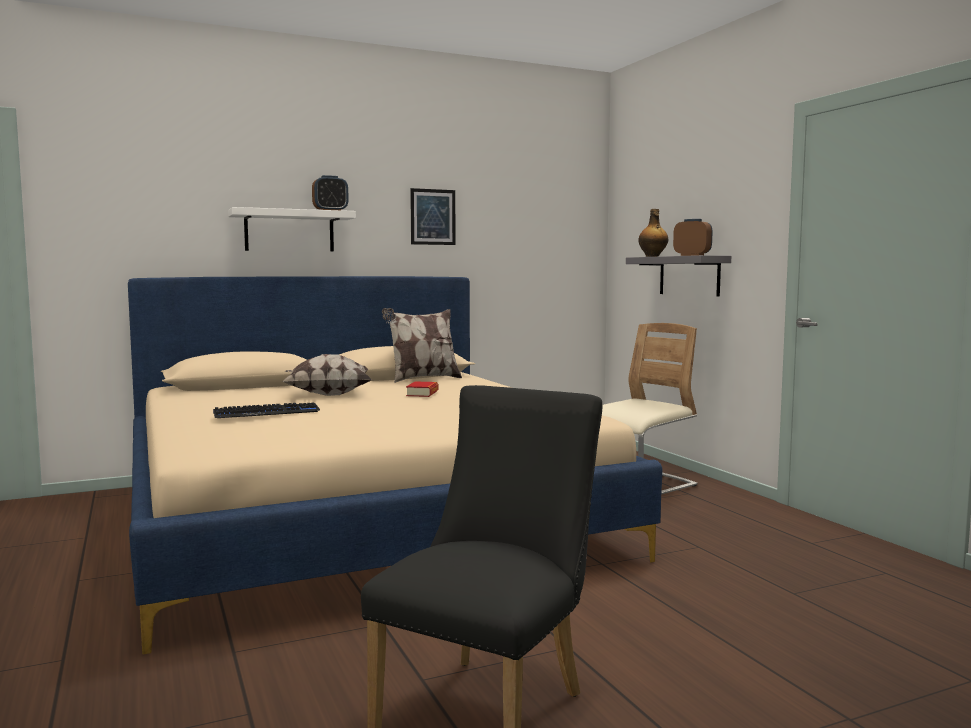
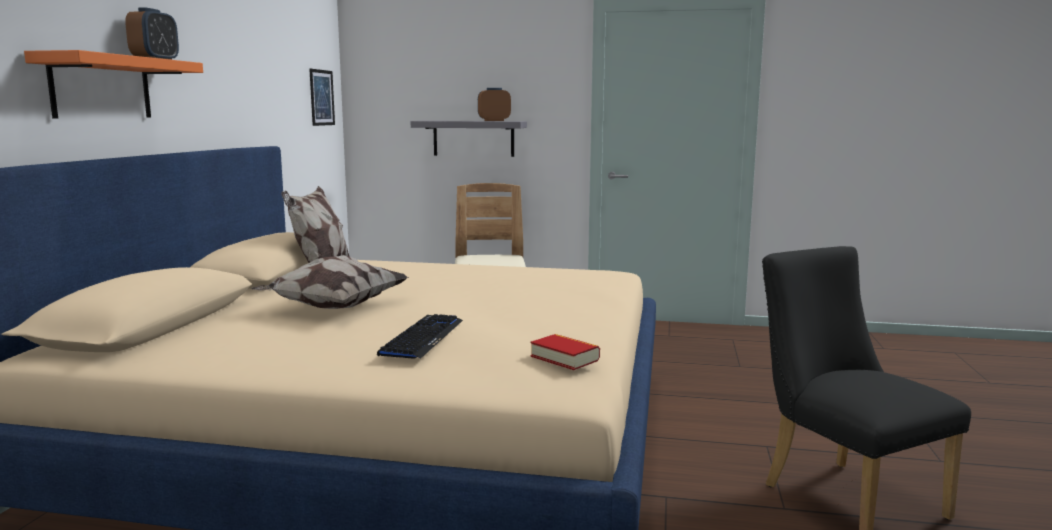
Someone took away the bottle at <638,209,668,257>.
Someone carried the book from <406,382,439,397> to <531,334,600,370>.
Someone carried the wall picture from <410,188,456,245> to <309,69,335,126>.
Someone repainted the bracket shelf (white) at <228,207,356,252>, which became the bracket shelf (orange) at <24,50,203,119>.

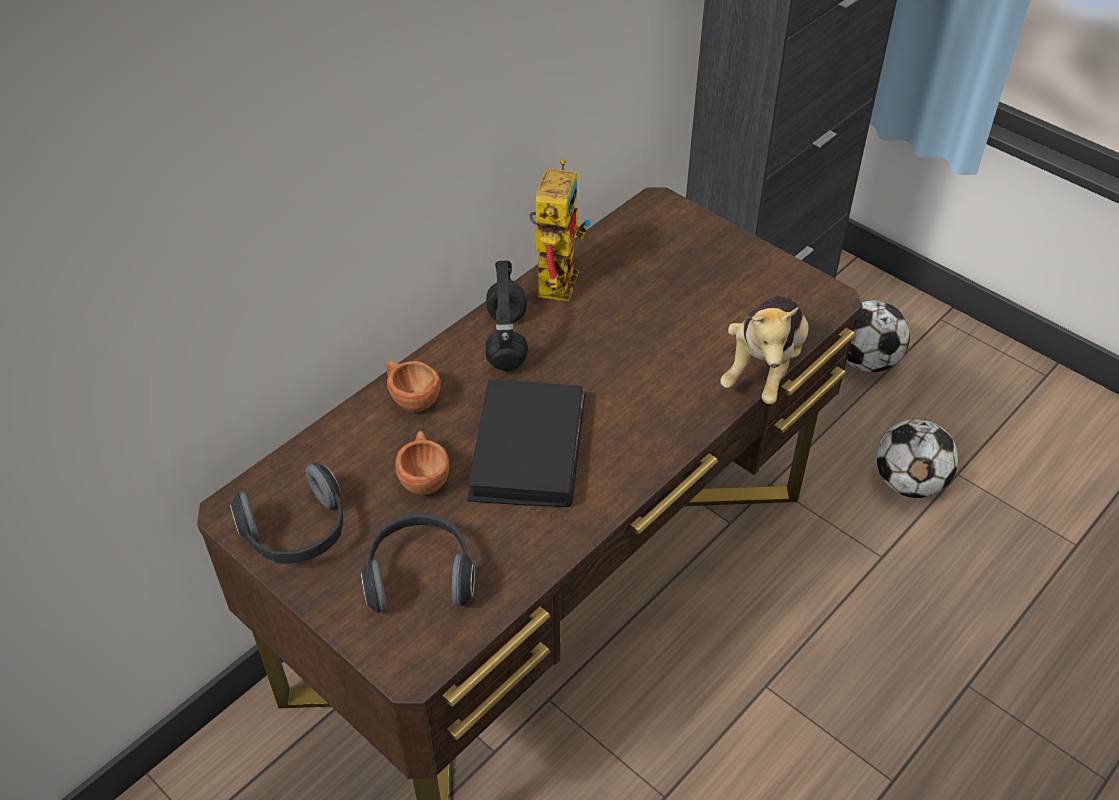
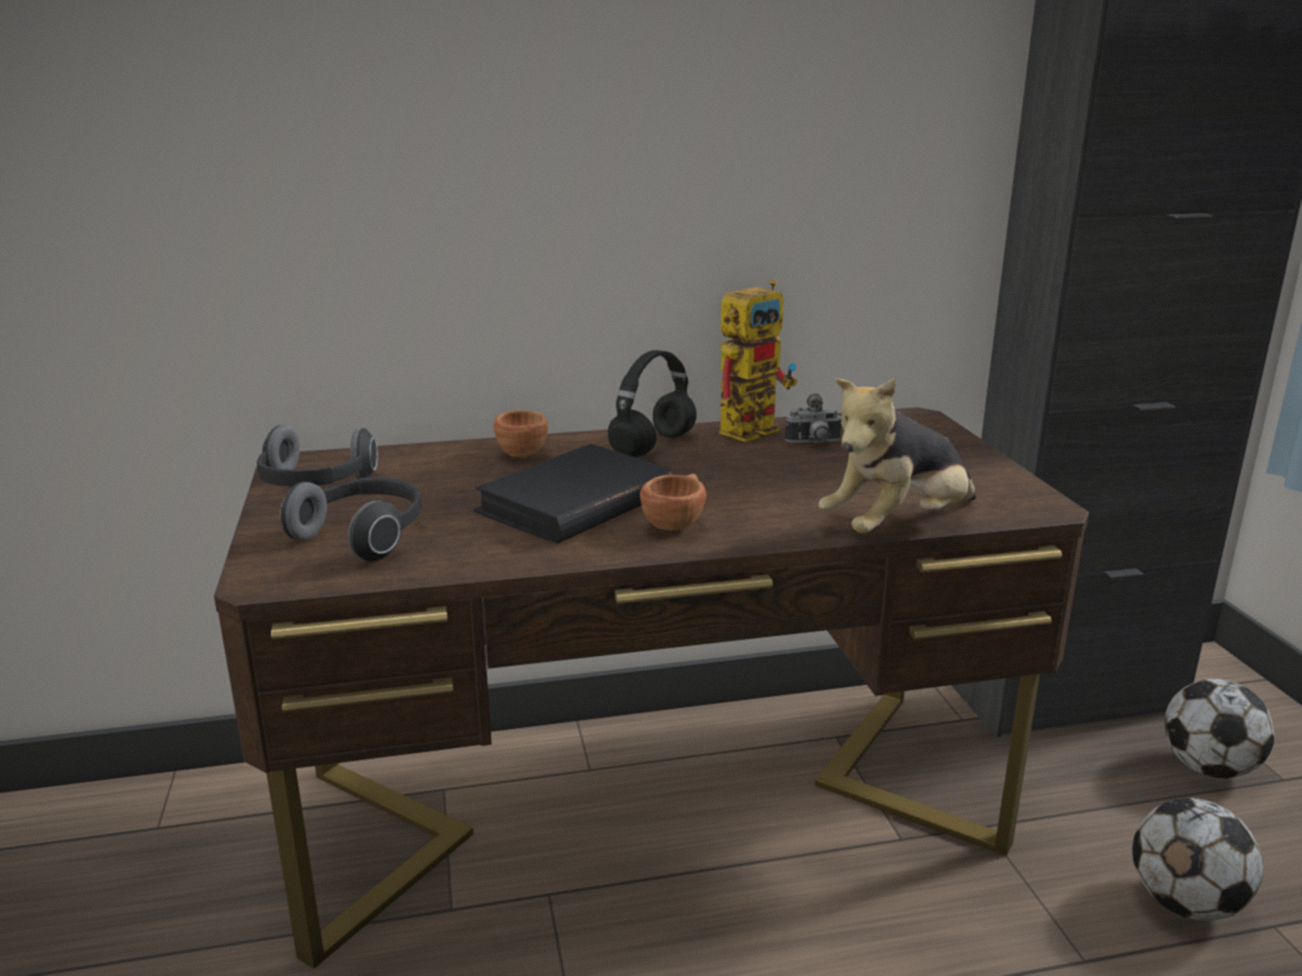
Someone put down the still camera at <785,394,842,443>.
Someone carried the small cup (brown) from <395,430,449,495> to <640,474,706,531>.

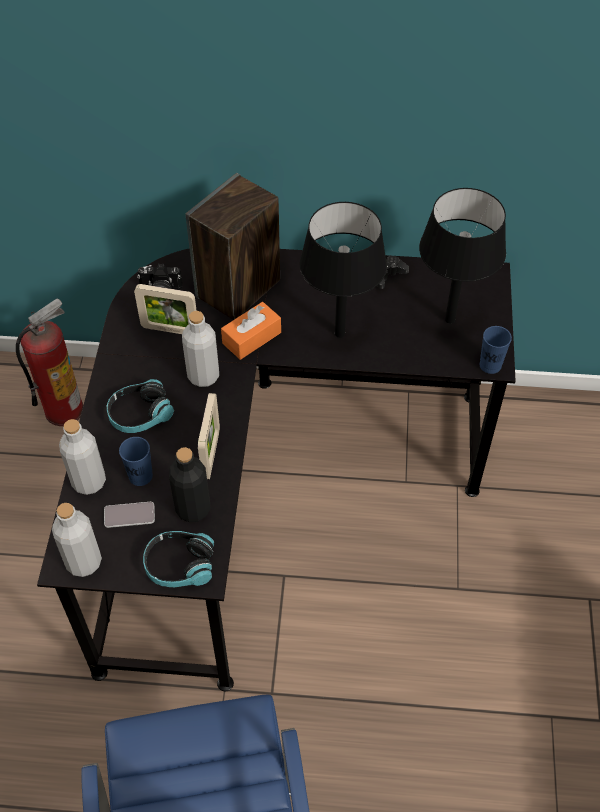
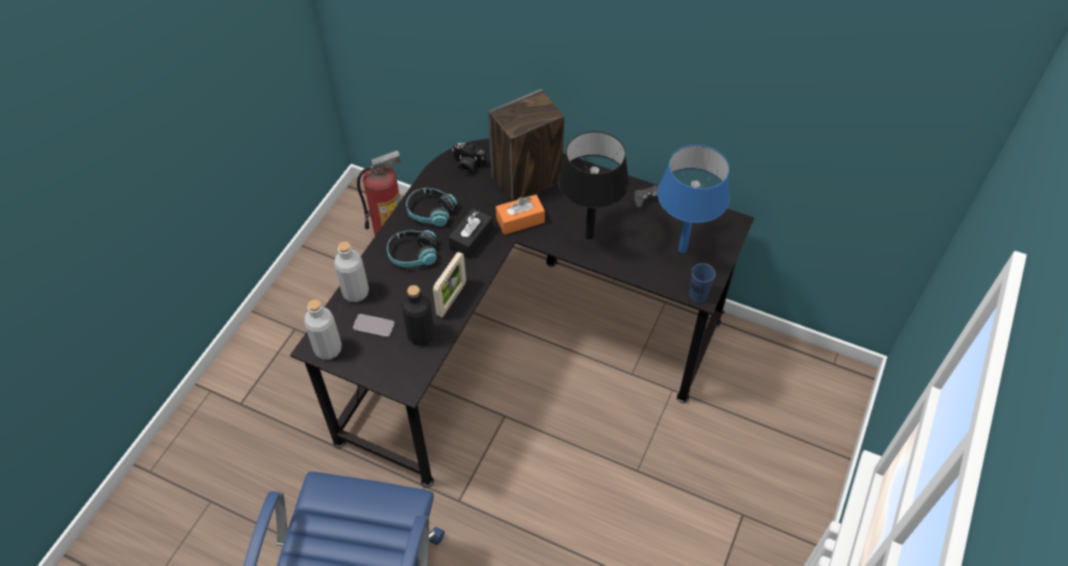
Someone took away the small cup (blue-coloured) at <119,437,153,486>.
Someone took away the photo frame at <134,284,197,334>.
Someone carried the pair of headphones from <143,531,214,587> to <406,188,457,227>.
Someone swapped the bottle (gray) at <182,311,219,387> for the tissue holder (black-coloured) at <448,208,493,258>.
Someone repainted the table lamp (black-coloured) at <419,188,506,324>, which became the table lamp (blue-coloured) at <657,145,730,253>.

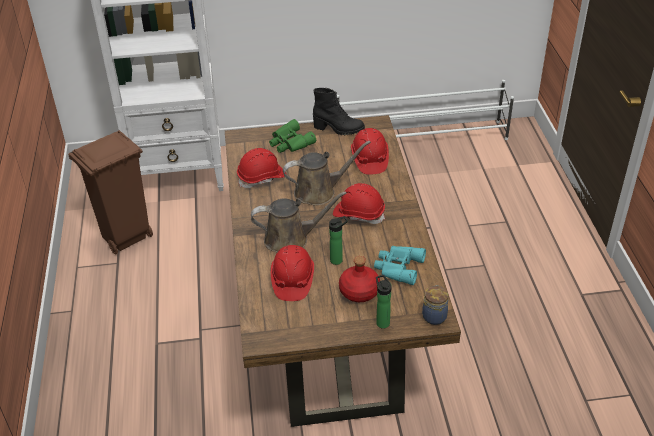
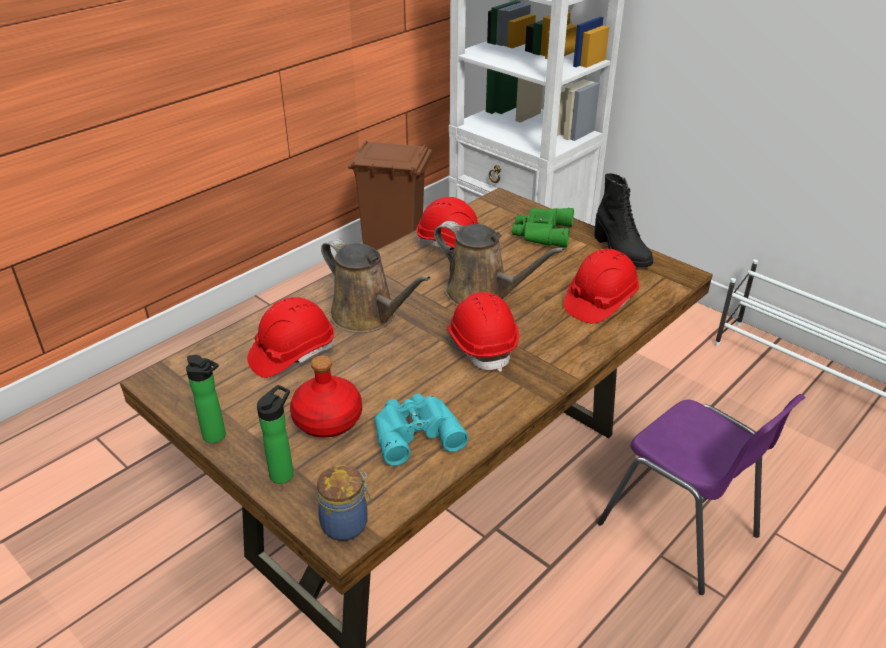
Someone put down the upright chair (purple) at <598,394,806,595>.
Someone carried the bottle from <329,216,348,265> to <186,355,226,443>.

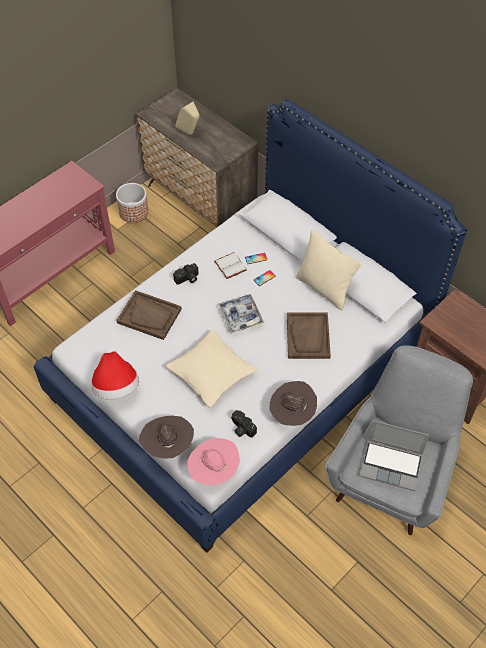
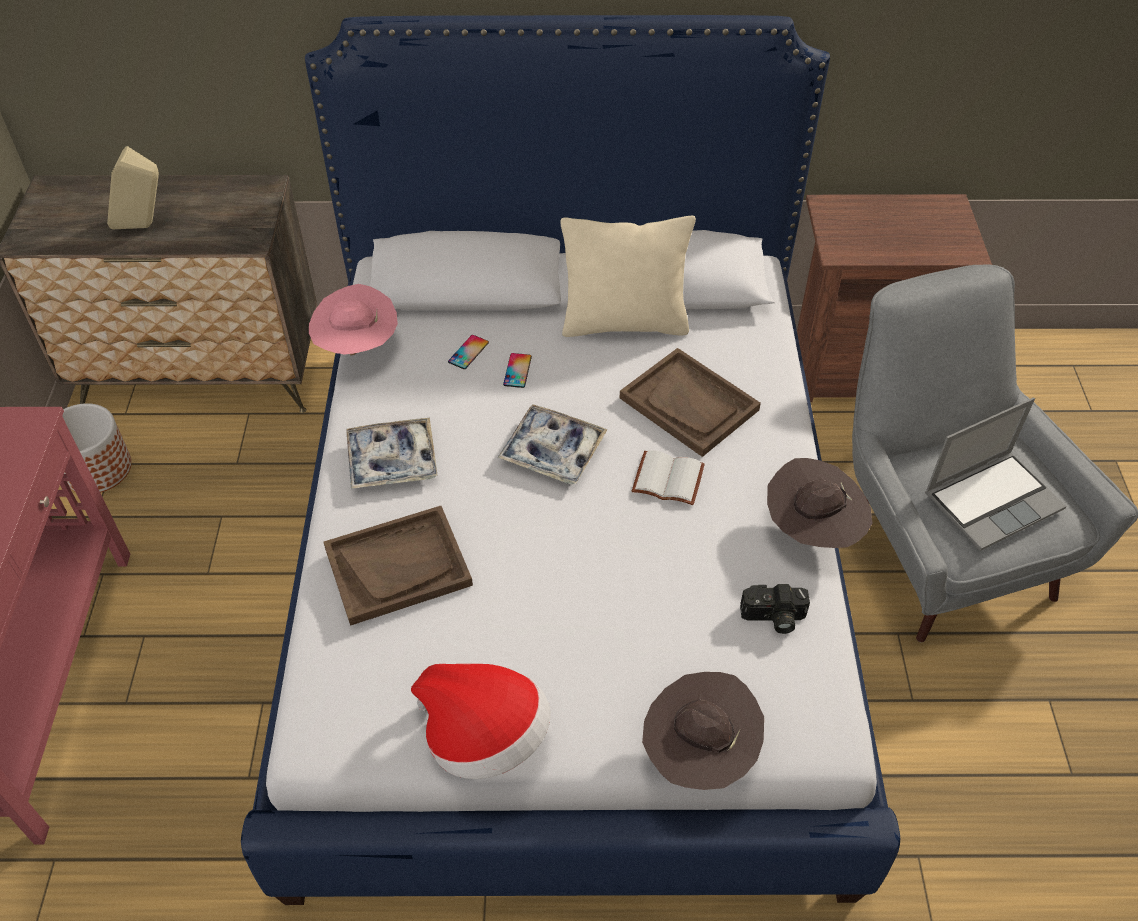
Someone took away the cushion (beige) at <166,330,258,408>.
Someone carried the wearable hat (pink-coloured) from <187,438,240,486> to <309,284,398,355>.
Someone carried the book (white) from <214,252,247,279> to <632,450,705,505>.
Someone swapped the still camera at <173,263,199,284> for the tray at <346,418,438,489>.

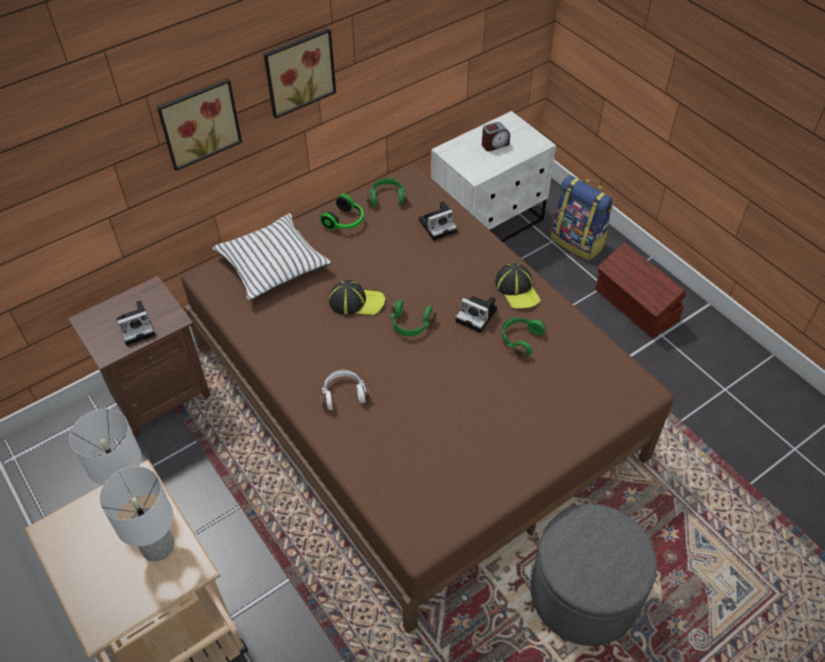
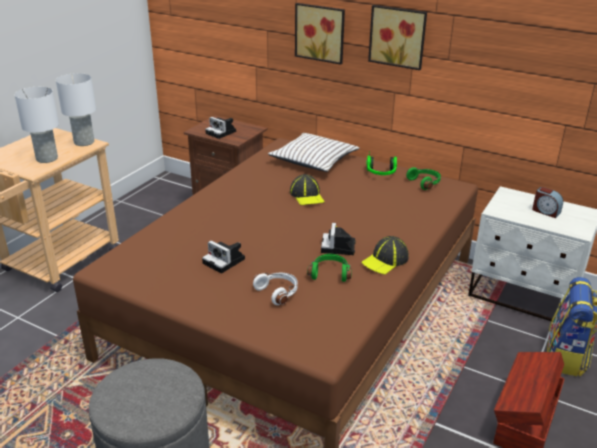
Someone took away the pair of headphones (green-coloured) at <390,300,436,336>.
Someone carried the pair of headphones (white) from <321,370,370,410> to <253,273,298,305>.
Someone carried the still camera from <419,201,457,241> to <202,240,245,274>.

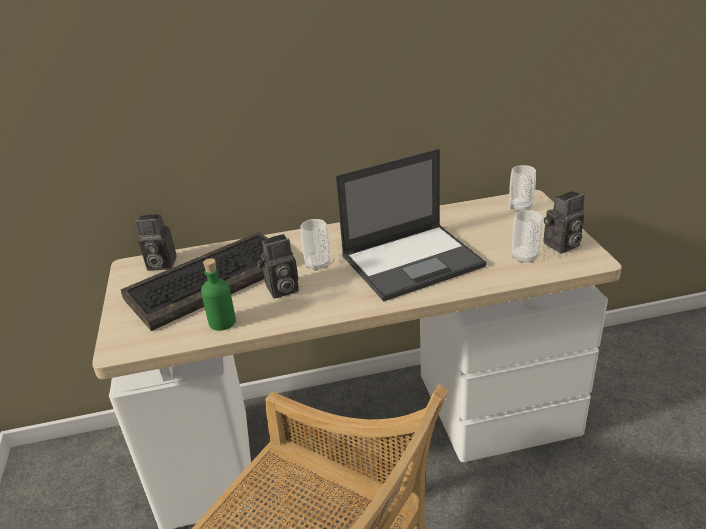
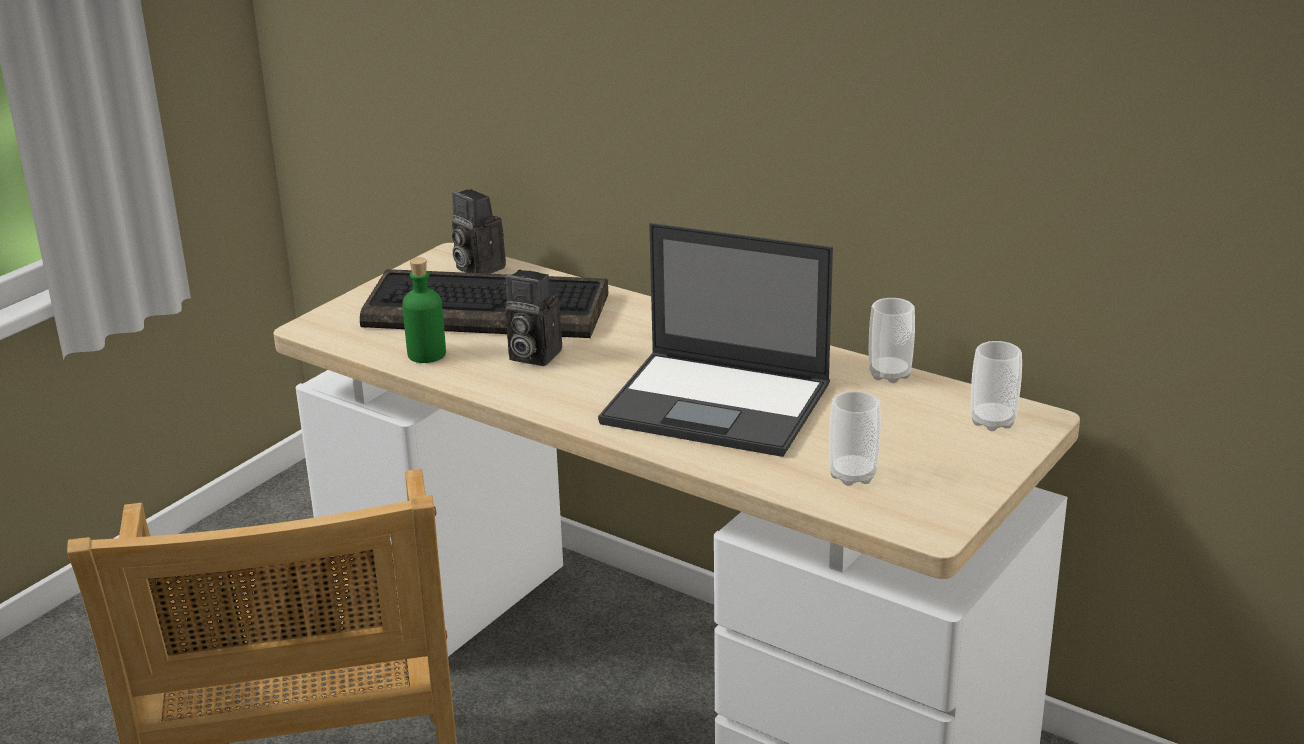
Someone took away the still camera at <543,191,585,253>.
Someone carried the small cup from <300,219,330,271> to <869,298,915,383>.

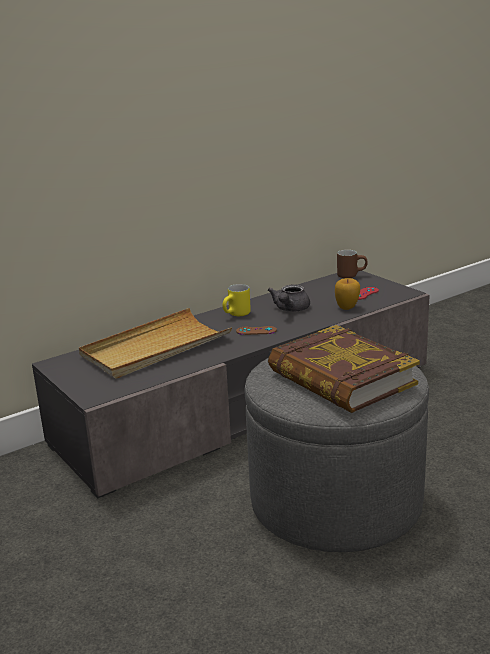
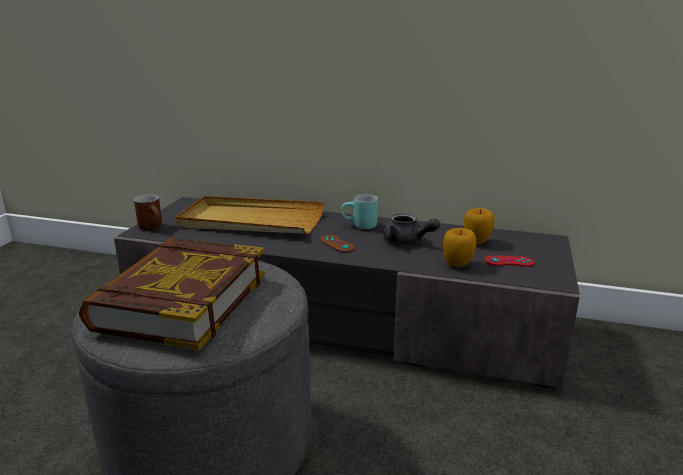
Someone put down the whole apple at <464,208,495,245>.
Someone carried the mug (brown) from <337,250,368,278> to <134,195,162,230>.
Someone repainted the mug (yellow-coloured) at <222,284,251,316>, which became the mug (blue-green) at <341,194,378,229>.
Someone rotated the pot for tea (gray) at <268,285,310,312> by 120 degrees counterclockwise.

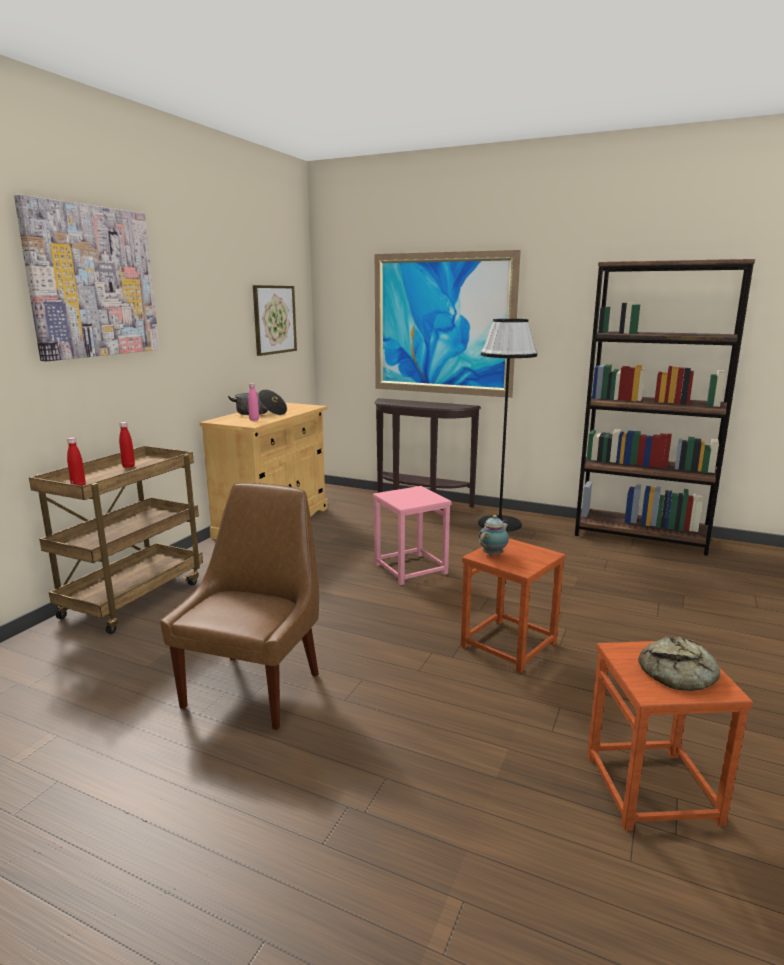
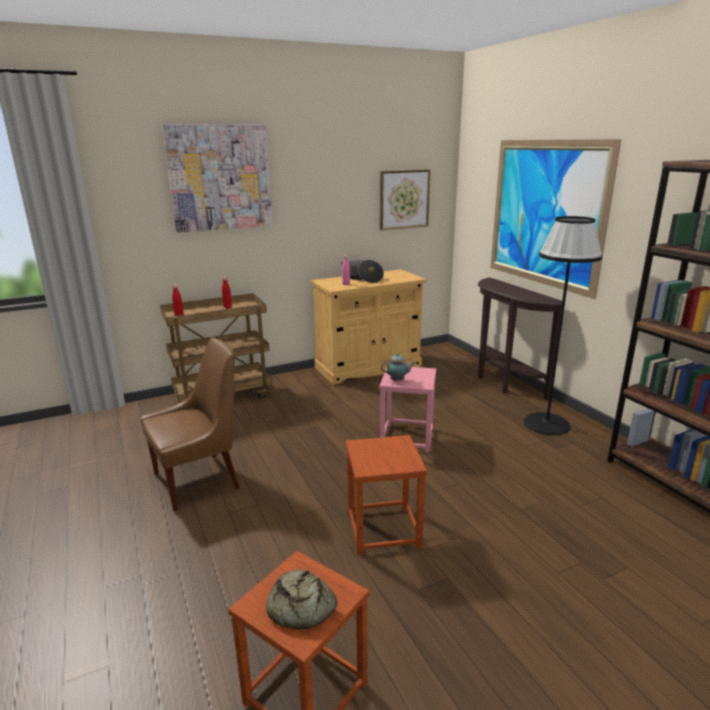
Someone carried the pot for tea from <479,515,509,556> to <381,353,415,381>.

